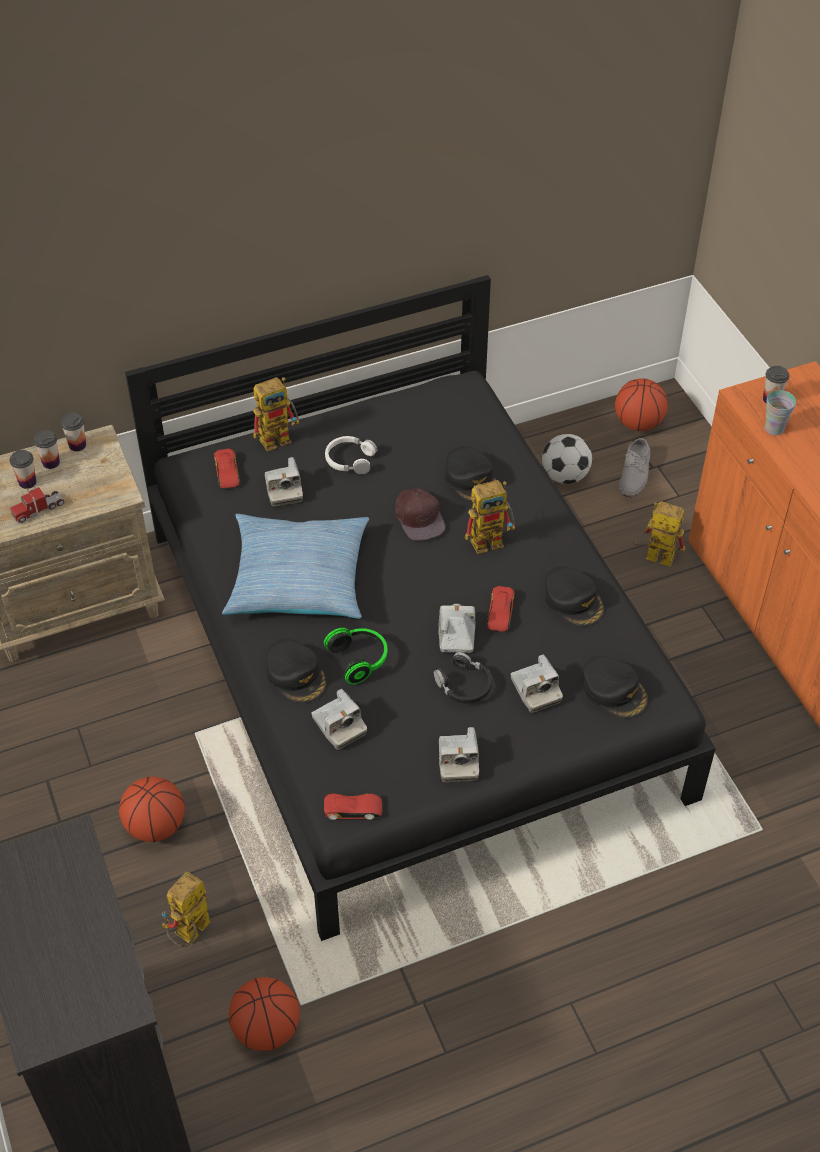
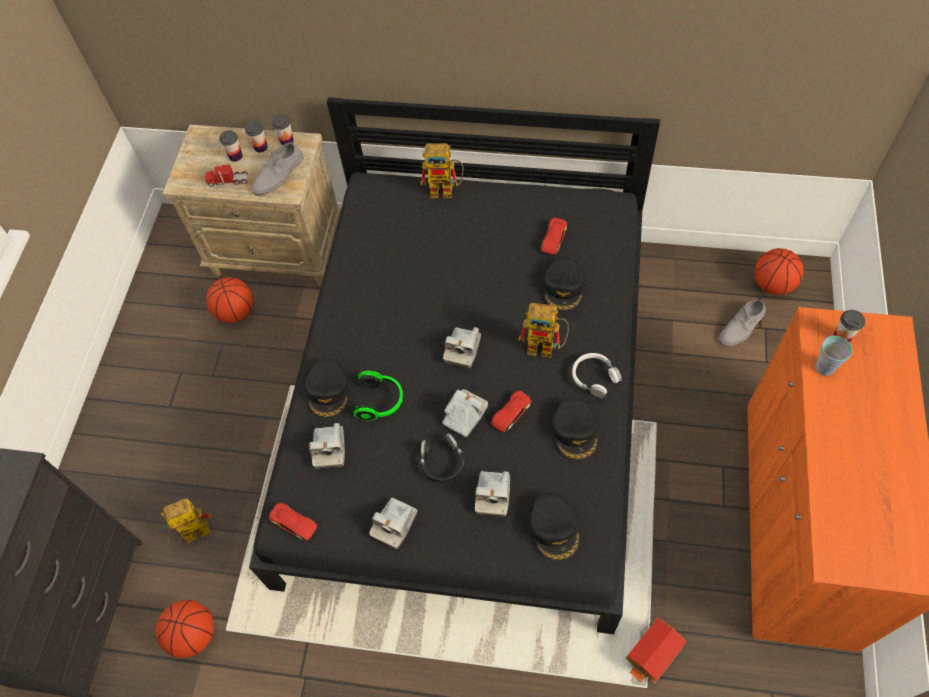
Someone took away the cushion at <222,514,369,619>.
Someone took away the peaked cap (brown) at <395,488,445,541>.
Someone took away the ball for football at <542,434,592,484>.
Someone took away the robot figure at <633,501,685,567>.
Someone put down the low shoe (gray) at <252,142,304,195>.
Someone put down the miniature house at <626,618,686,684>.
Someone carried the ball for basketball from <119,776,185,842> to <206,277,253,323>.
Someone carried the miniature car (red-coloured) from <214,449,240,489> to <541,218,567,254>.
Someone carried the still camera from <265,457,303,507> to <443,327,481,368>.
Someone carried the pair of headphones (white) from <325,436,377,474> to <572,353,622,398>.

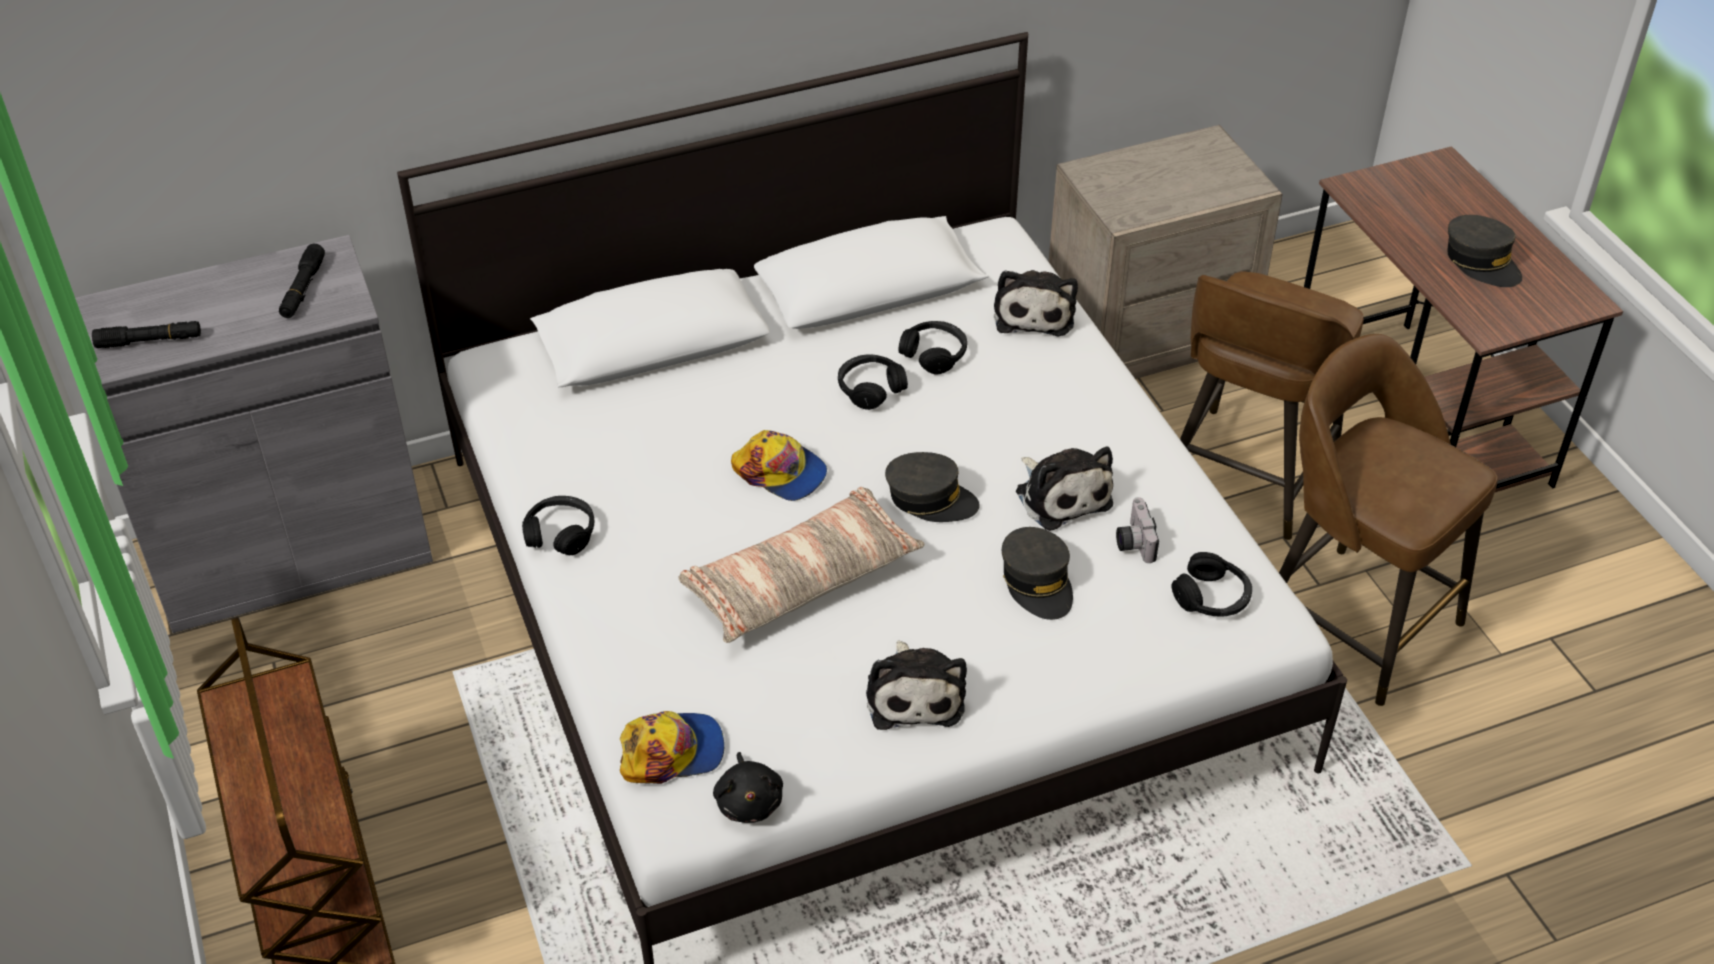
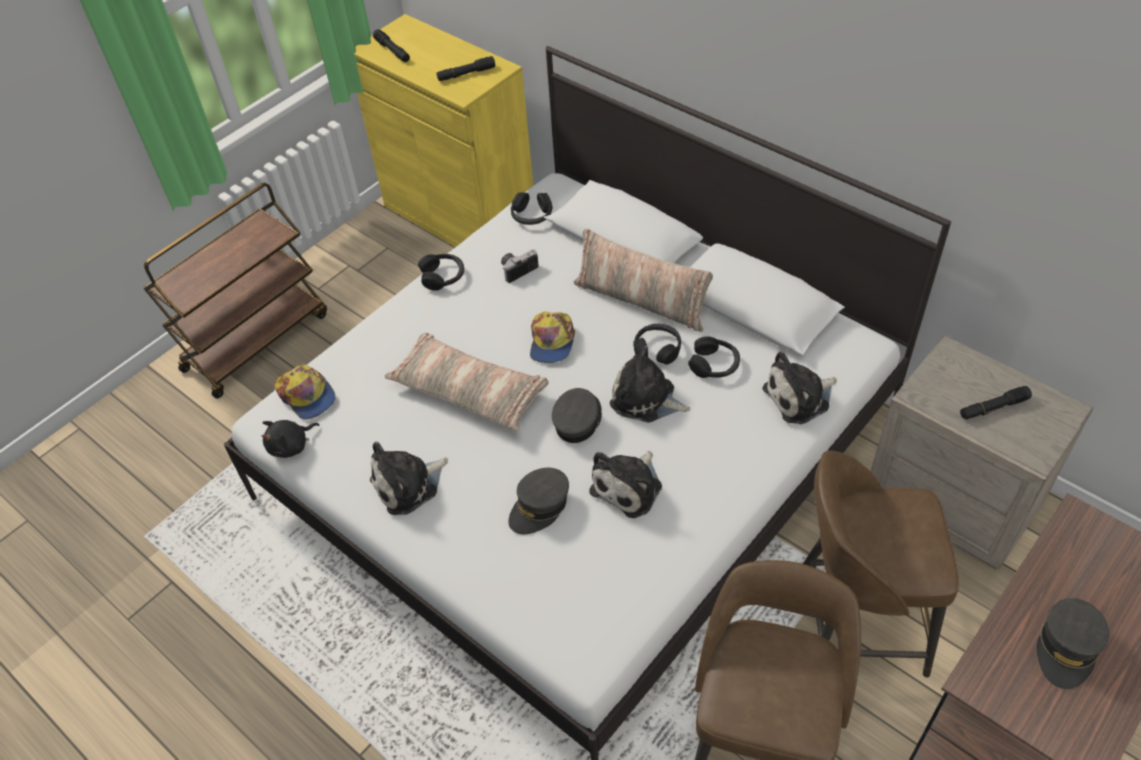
Someone put down the cushion at <574,228,713,332>.
Someone put down the cuddly toy at <610,345,691,423>.
Someone put down the torch (black-coloured) at <960,386,1032,419>.
Someone carried the still camera from <1116,497,1159,563> to <501,249,539,283>.
Someone carried the pair of headphones (black-coloured) from <1171,552,1252,617> to <511,192,553,225>.
Someone repainted the storage cabinet (gray) at <75,235,433,633>, which became the storage cabinet (yellow-coloured) at <354,14,534,247>.
Someone rotated the peaked cap (gray) at <885,452,980,522> by 150 degrees counterclockwise.

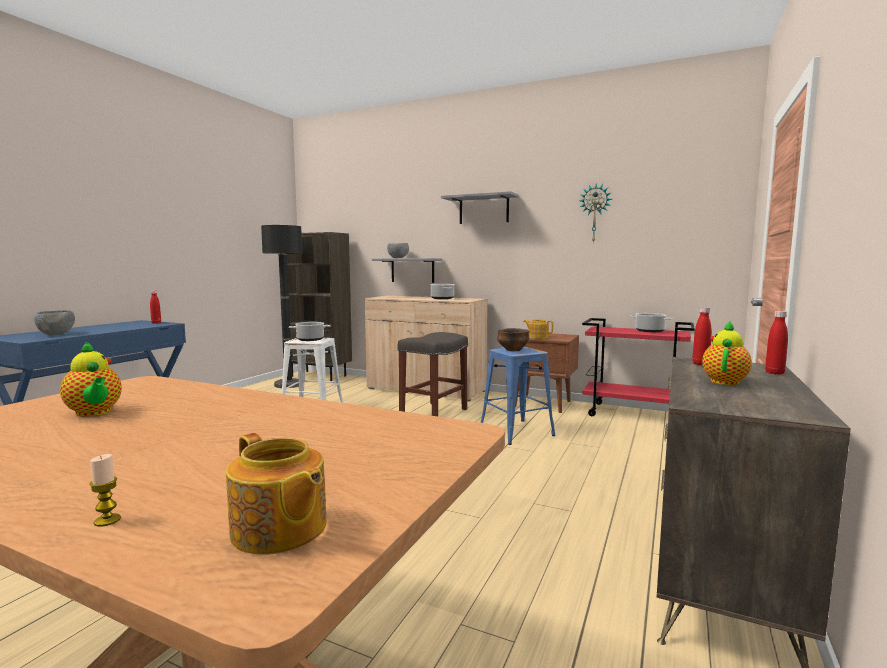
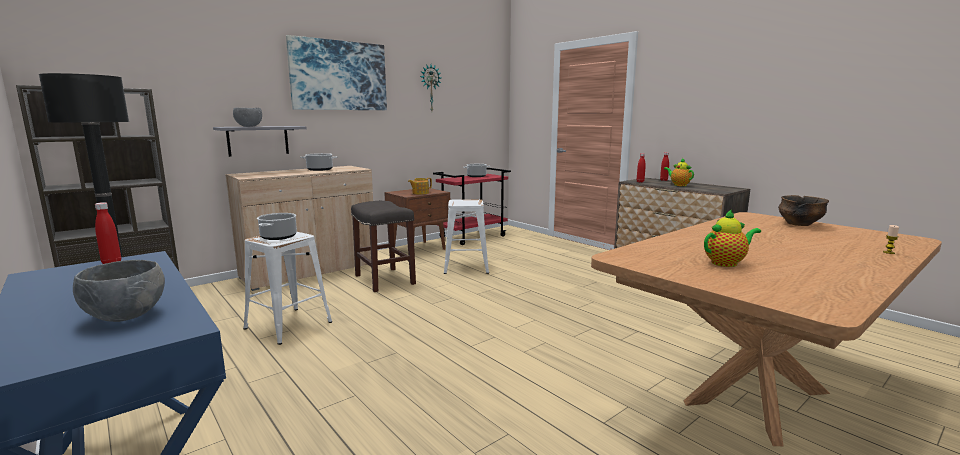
Someone took away the pot for tea at <226,433,327,555>.
Someone carried the bowl from <497,328,529,351> to <778,195,829,226>.
Someone swapped the bracket shelf (gray) at <441,191,519,224> for the wall picture at <286,35,387,110>.
Someone repainted the sitting stool (blue-coloured) at <481,347,555,445>, which became the sitting stool (white) at <444,199,489,274>.

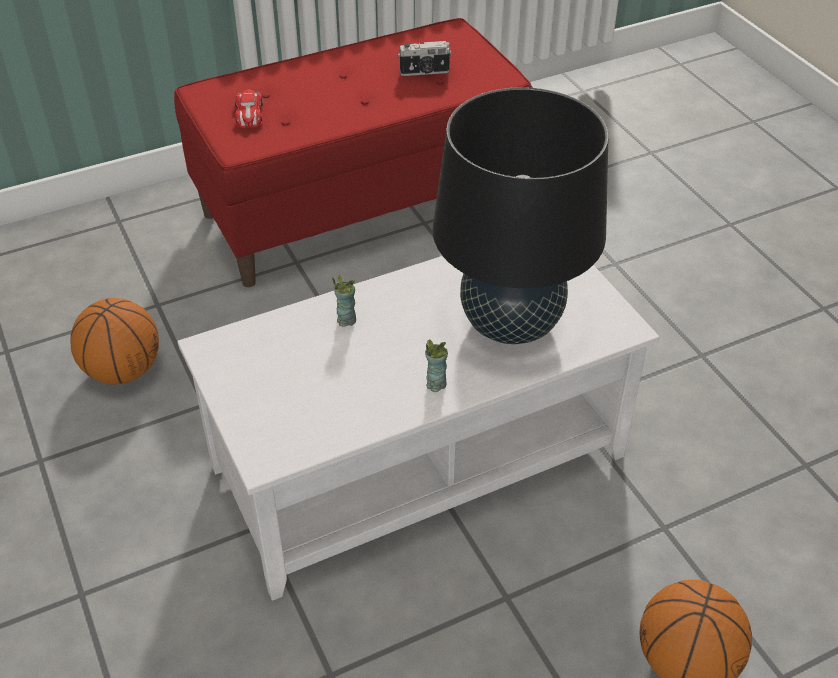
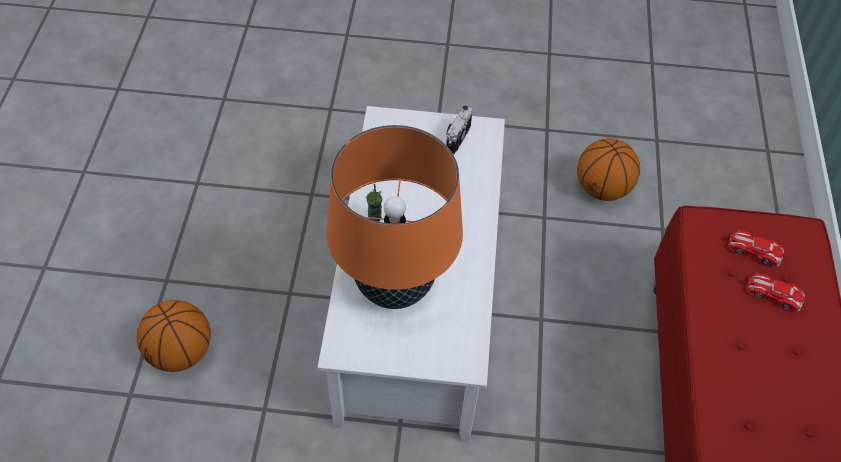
Someone took away the small cup at <332,275,356,327>.
Someone put down the miniature car at <747,273,805,312>.
Someone carried the still camera from <398,41,452,76> to <446,106,473,155>.
Someone repainted the table lamp (black-coloured) at <432,87,608,344>, which became the table lamp (orange) at <326,125,463,309>.

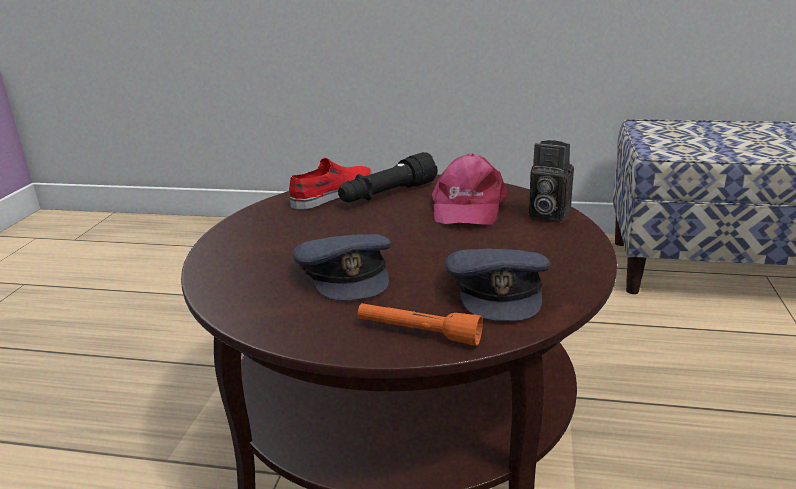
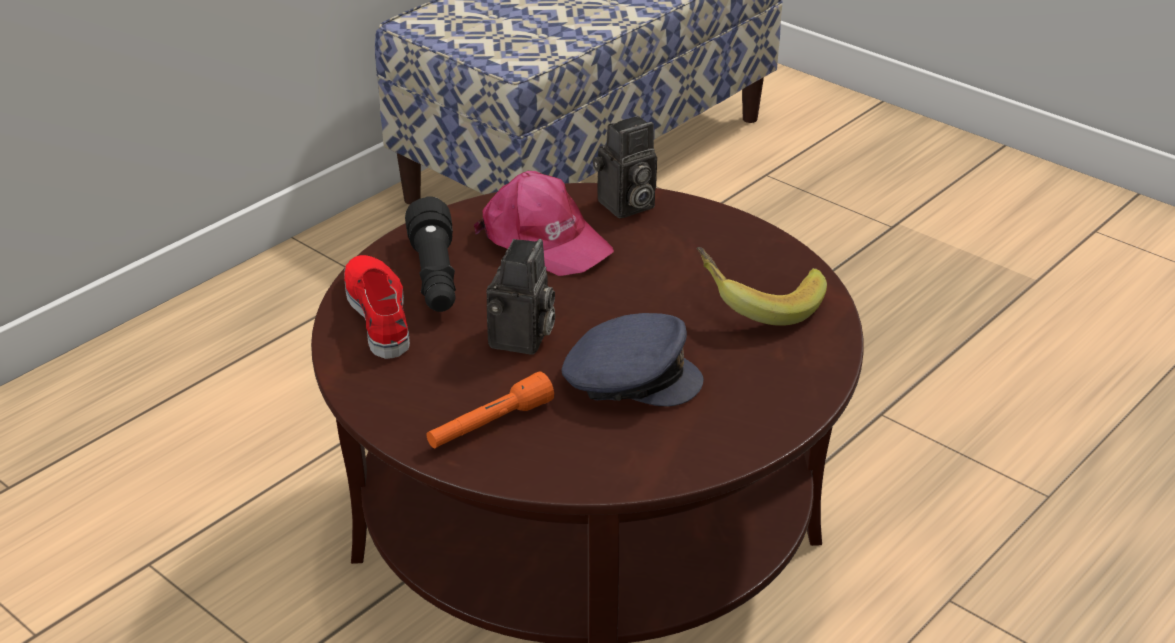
Someone put down the still camera at <487,239,555,355>.
Someone carried the torch (orange) from <358,303,483,346> to <426,371,554,448>.
Someone swapped the peaked cap (gray) at <445,249,550,321> for the banana at <697,247,827,326>.

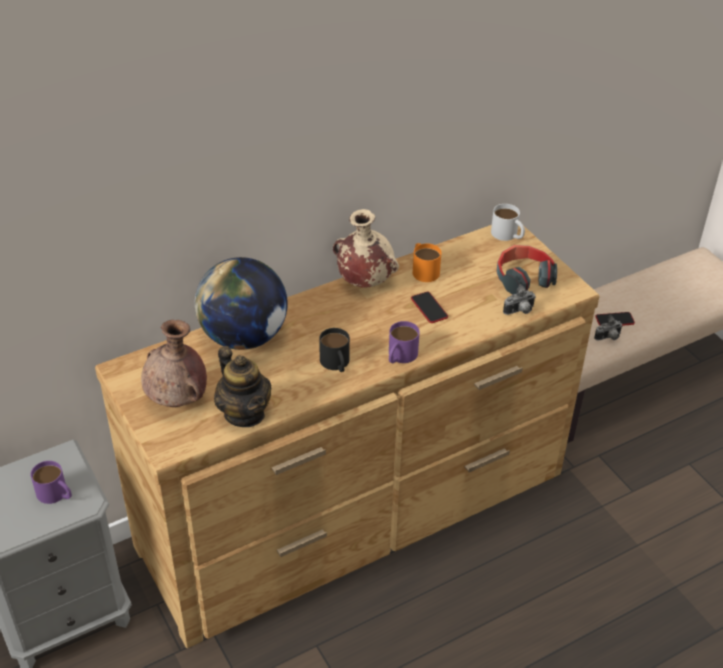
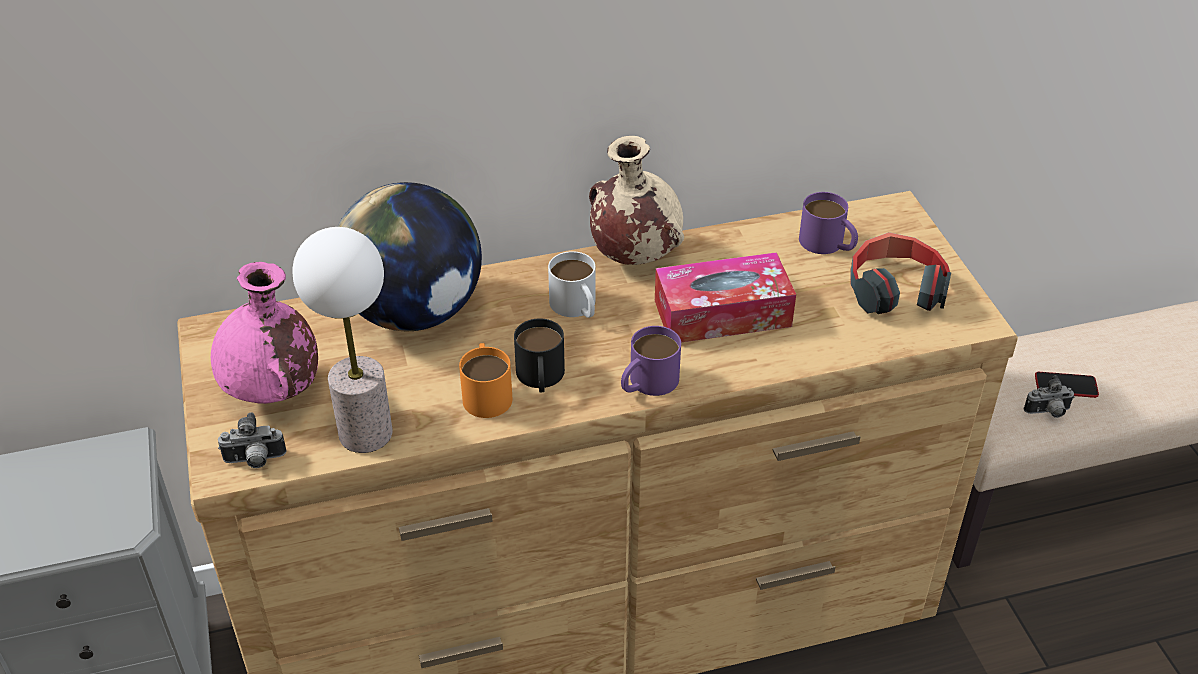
Someone carried the mug (purple) from <31,461,72,504> to <799,192,858,254>.
Someone carried the mug (orange) from <413,243,442,282> to <459,343,513,418>.
Someone carried the mug (white) from <491,204,525,241> to <548,251,595,318>.
Someone carried the still camera from <503,284,536,315> to <218,412,286,468>.
Someone swapped the pot for tea at <214,346,272,427> for the table lamp at <292,227,393,453>.
Someone swapped the phone at <411,292,448,323> for the tissue holder at <655,252,796,342>.
Someone repainted the flower vase (brown) at <141,320,207,407>, which became the flower vase (pink-coloured) at <211,262,318,404>.

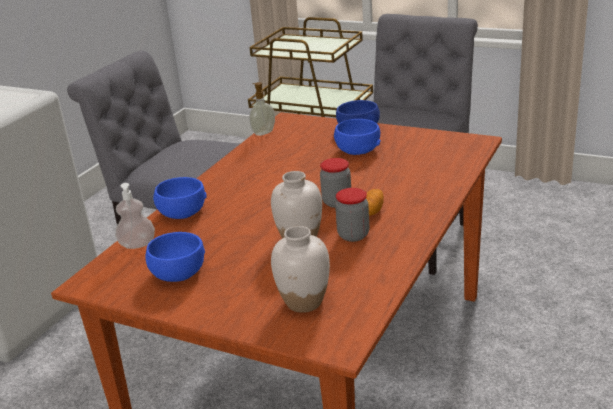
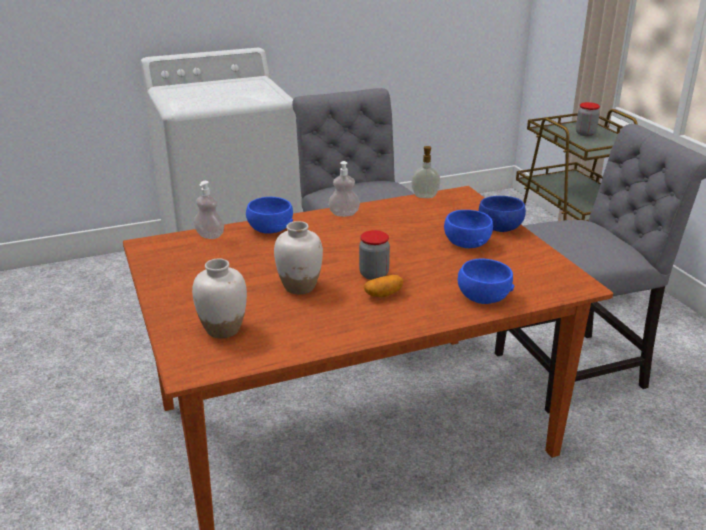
Someone put down the soap dispenser at <328,161,360,217>.
Someone carried the bowl (blue-coloured) from <145,232,205,282> to <458,259,514,304>.
Someone carried the preserve jar from <335,188,369,242> to <576,102,600,136>.

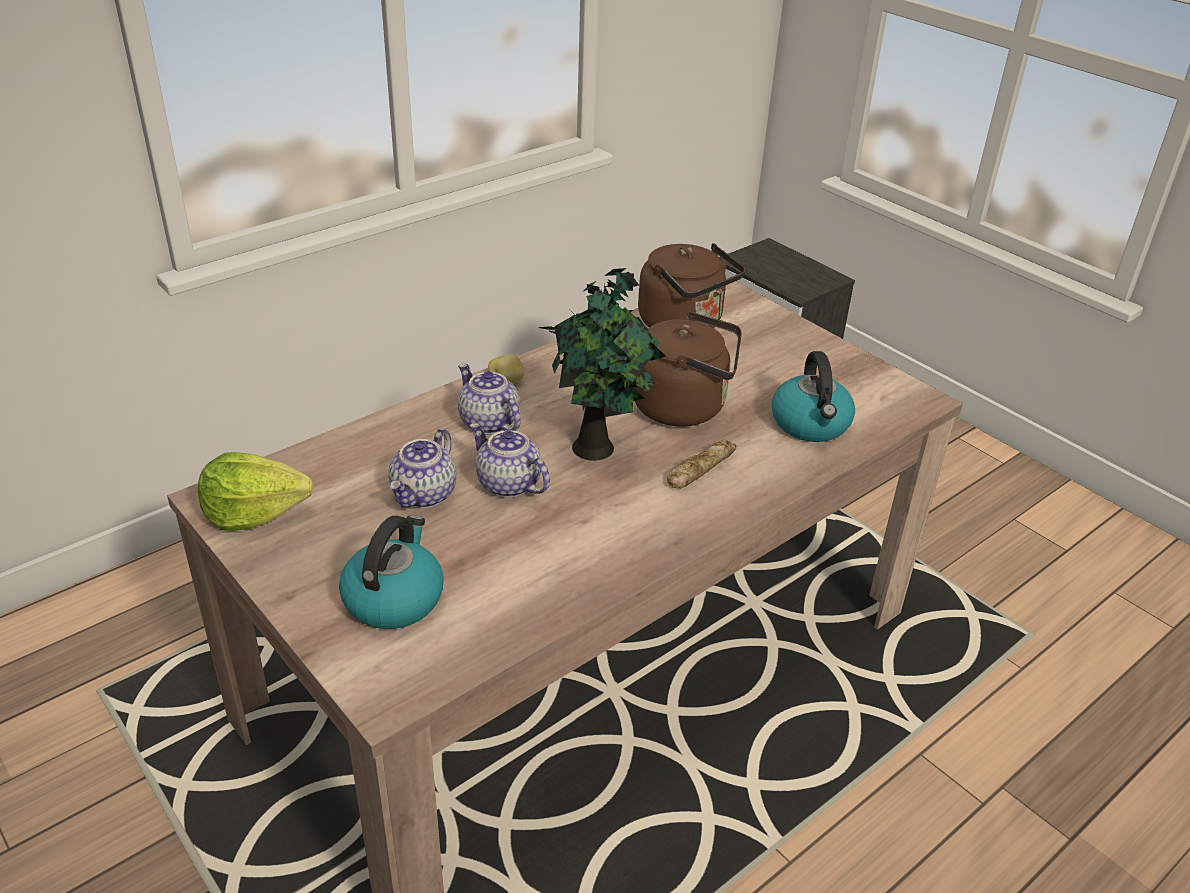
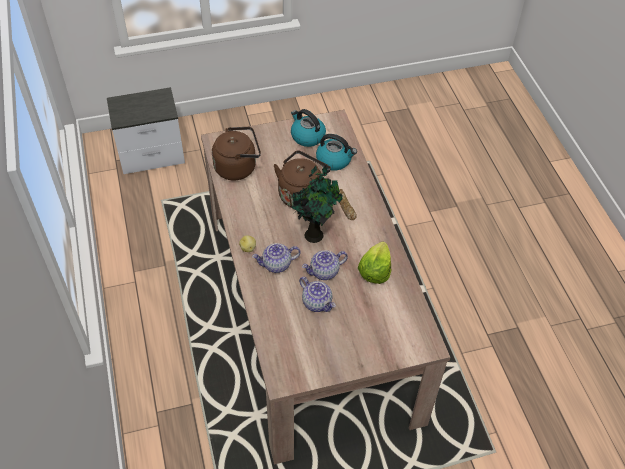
Someone carried the head of lettuce from <198,452,313,531> to <358,241,391,284>.
Someone carried the kettle from <339,515,444,629> to <291,109,326,147>.

